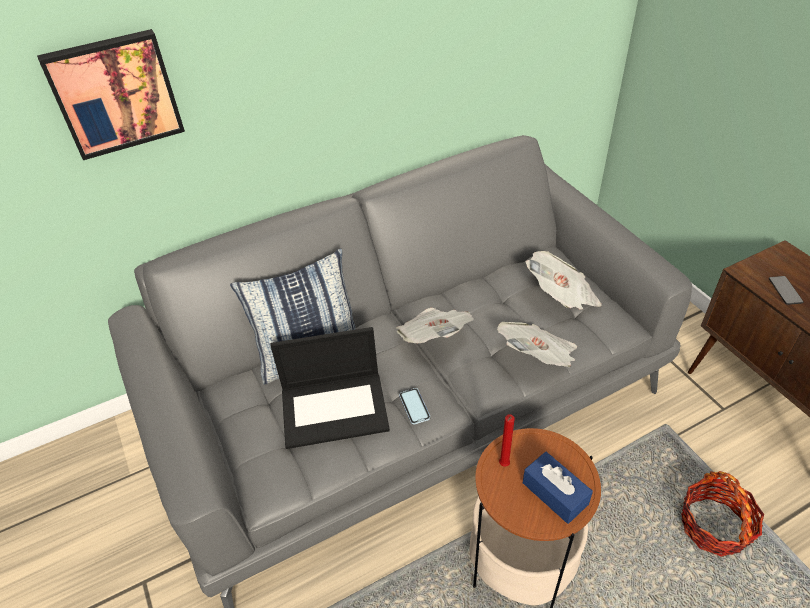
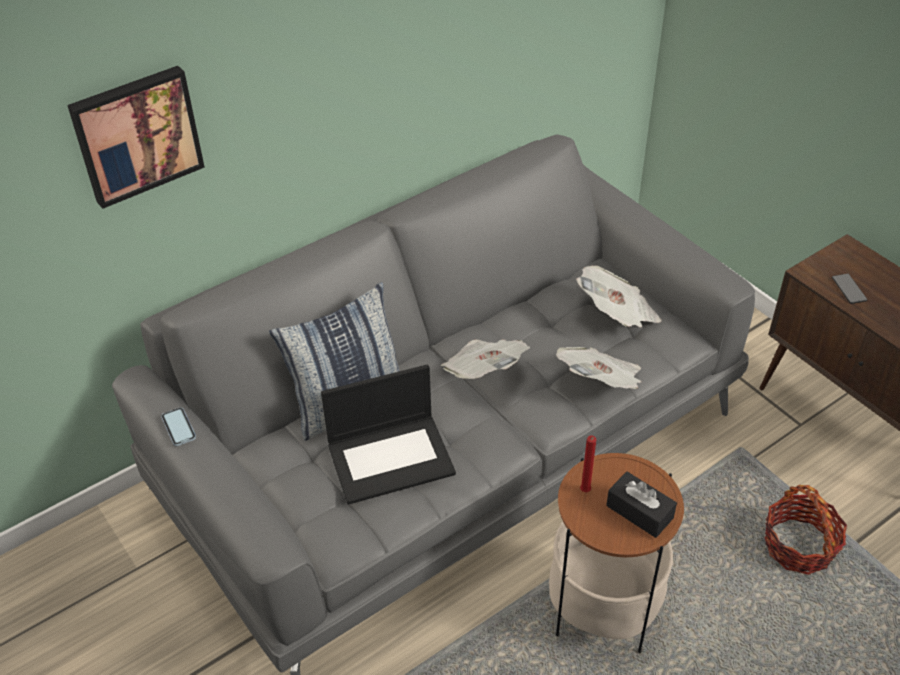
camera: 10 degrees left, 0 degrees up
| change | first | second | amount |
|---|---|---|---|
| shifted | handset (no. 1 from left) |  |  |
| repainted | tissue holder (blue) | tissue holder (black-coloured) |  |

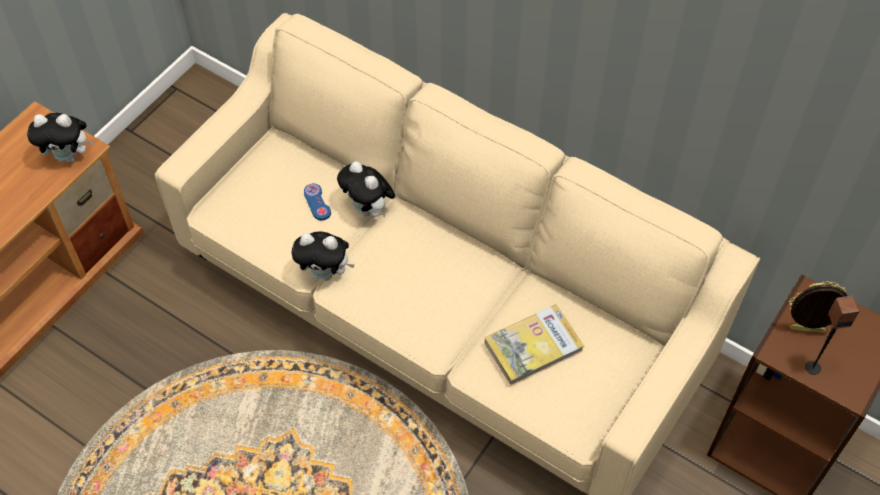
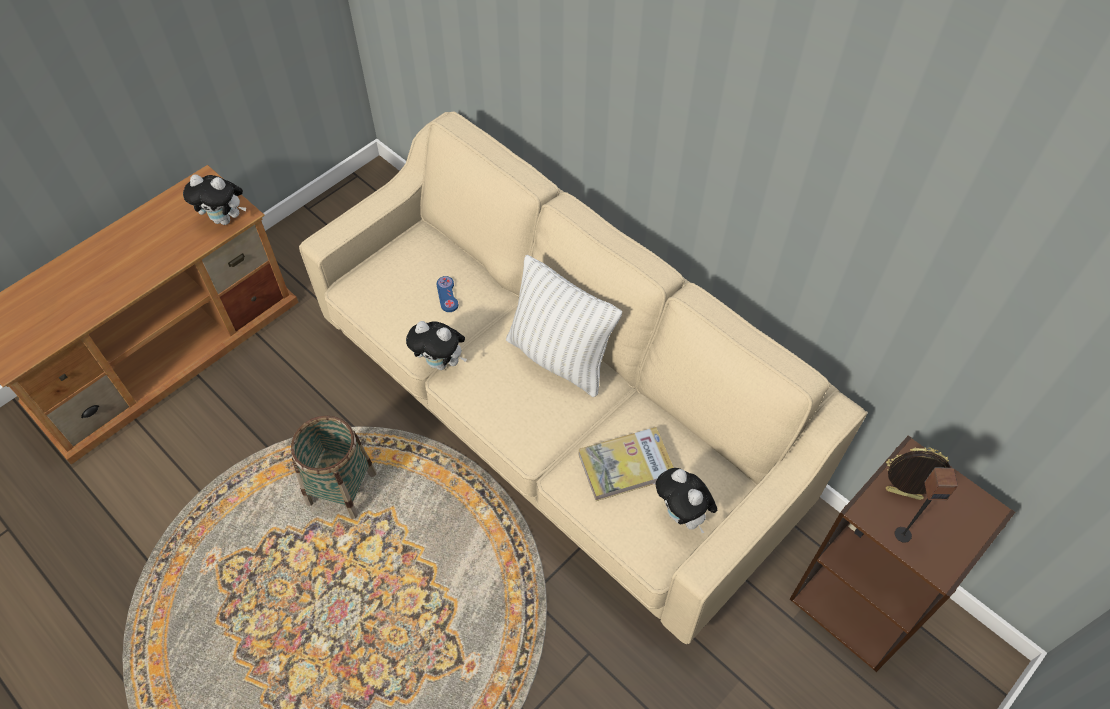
camera: 10 degrees right, 0 degrees up
| change | first | second | amount |
|---|---|---|---|
| new |  | storage basket |  |
| new |  | cushion (whitish) |  |
| shifted | plush toy (no. 3 from left) |  |  |

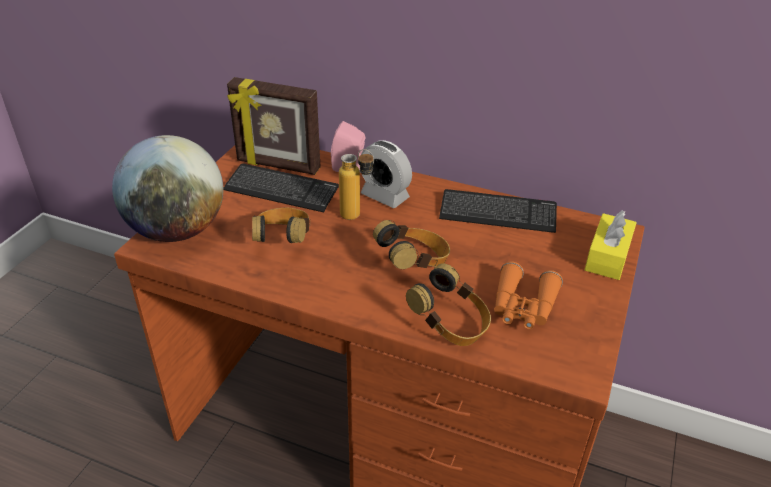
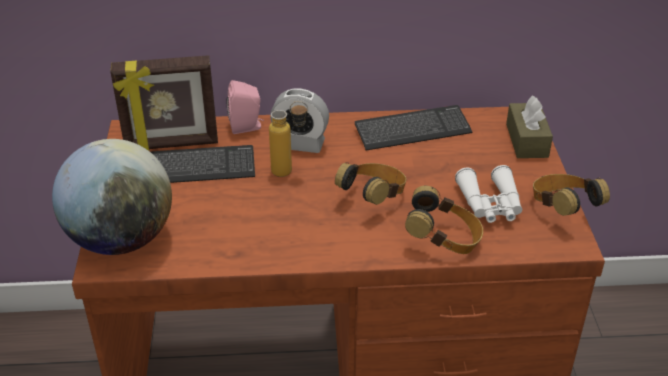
camera: 25 degrees left, 0 degrees up
| change | first | second | amount |
|---|---|---|---|
| shifted | headset (no. 1 from left in the first image) | headset (no. 3 from left) |  |
| repainted | field glasses (orangey) | field glasses (whitish) |  |
| repainted | tissue holder (yellowish) | tissue holder (brownish) |  |

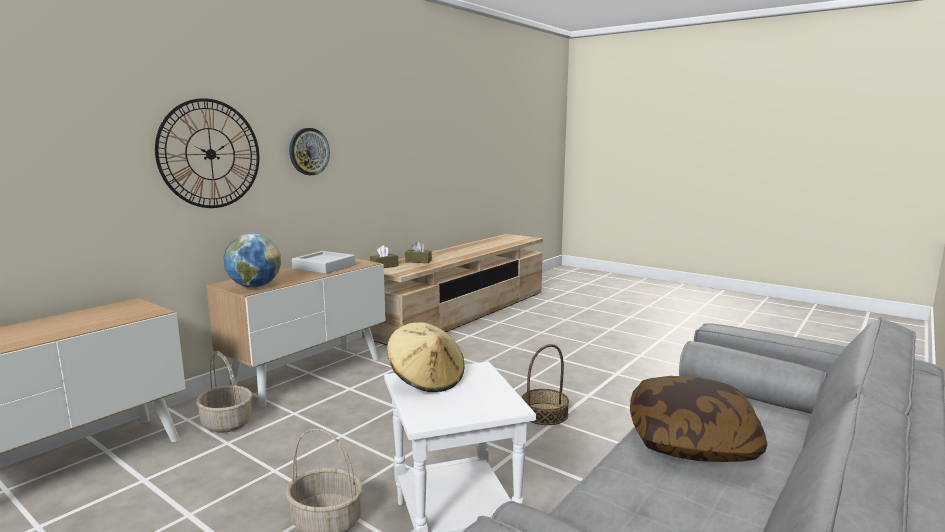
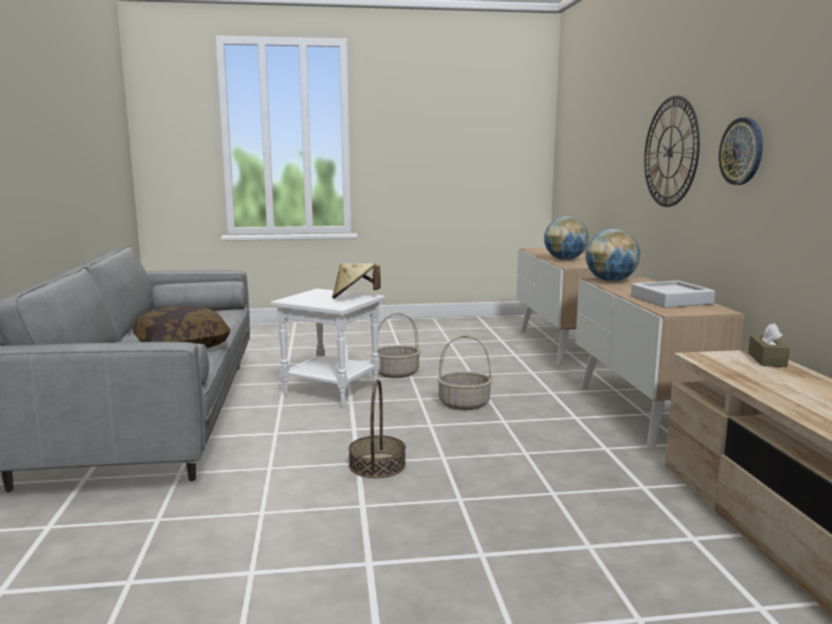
camera: 135 degrees right, 0 degrees up
| change | first | second | amount |
|---|---|---|---|
| gone | tissue holder (brownish) (no. 2 from left) |  |  |
| new |  | world globe (no. 1 from left) |  |
| shifted | storage basket (no. 1 from left in the first image) | storage basket (no. 3 from left) |  |

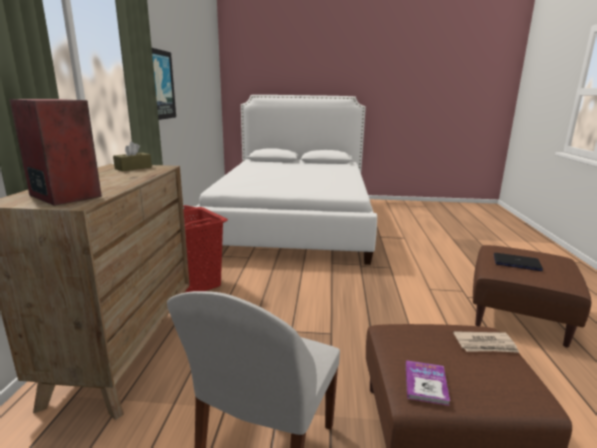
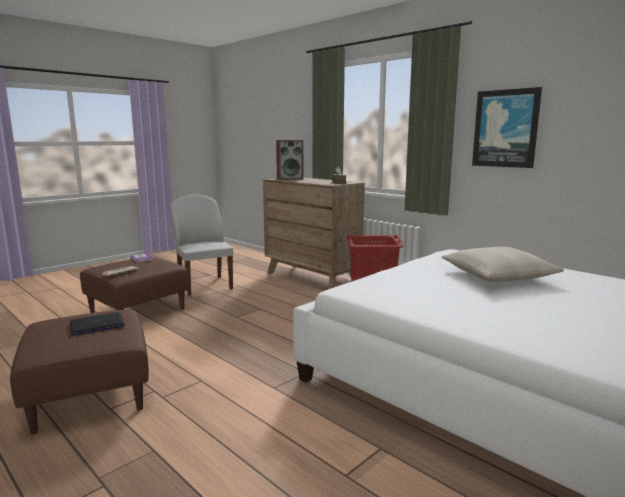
camera: 130 degrees right, 5 degrees down
| change | first | second | amount |
|---|---|---|---|
| new |  | cushion (beige-coloured) |  |

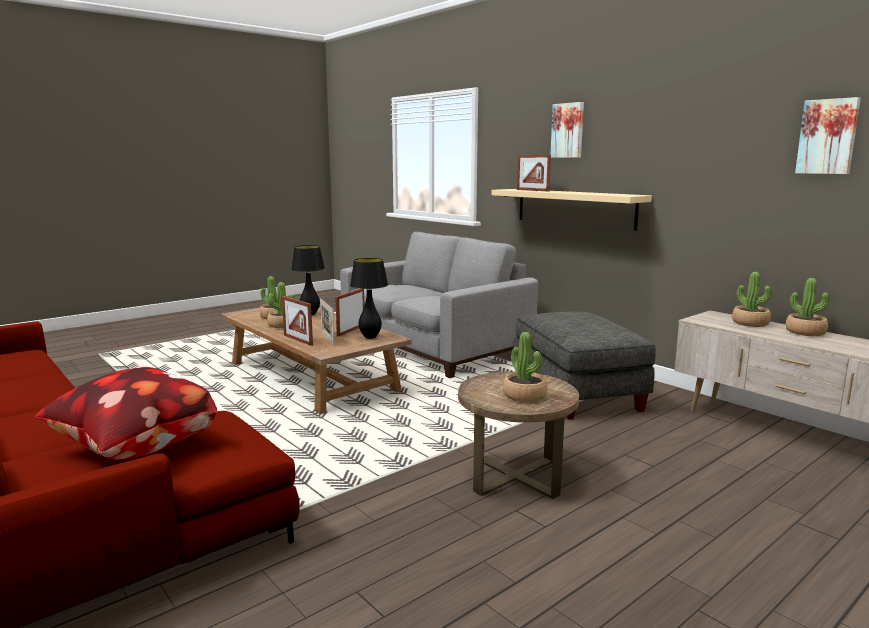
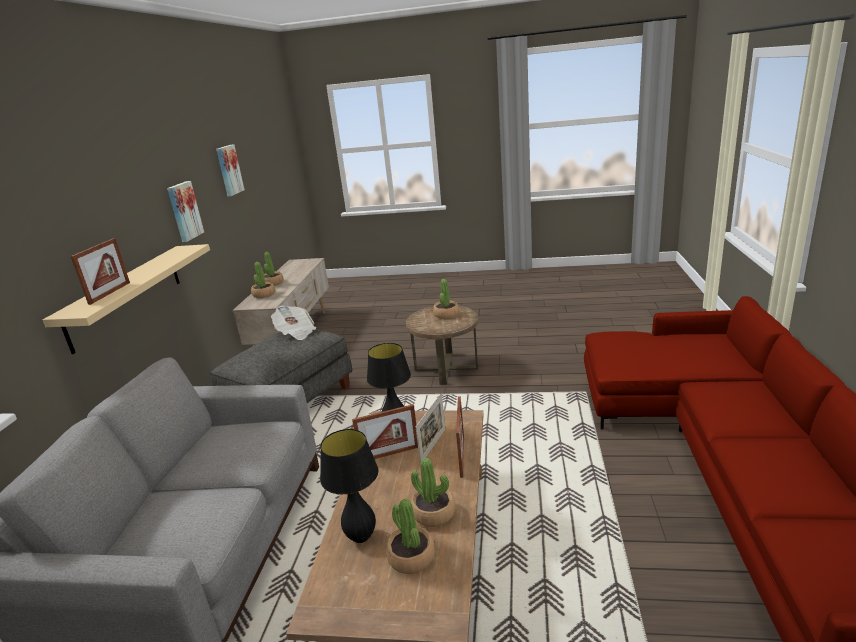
camera: 130 degrees left, 10 degrees up
| change | first | second | amount |
|---|---|---|---|
| gone | cushion |  |  |
| new |  | newspaper |  |
| shifted | wall picture (no. 1 from left) |  |  |

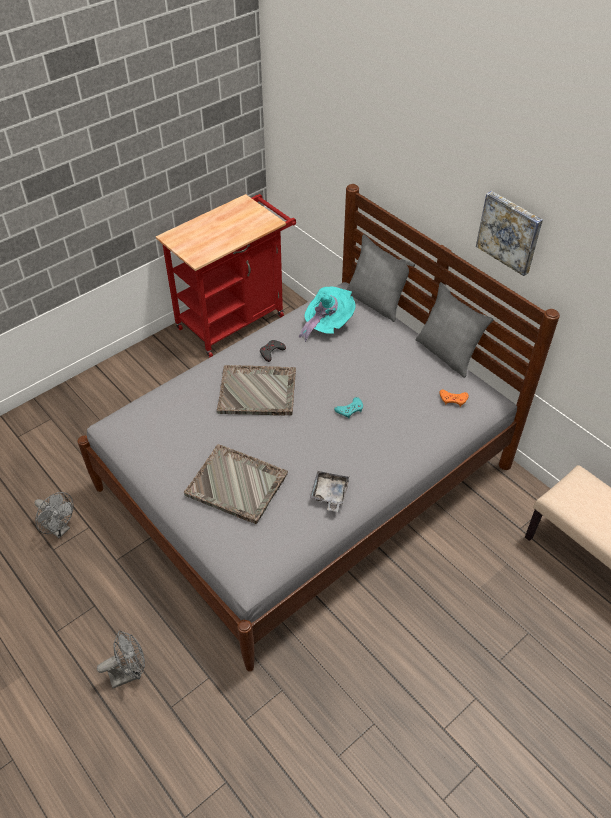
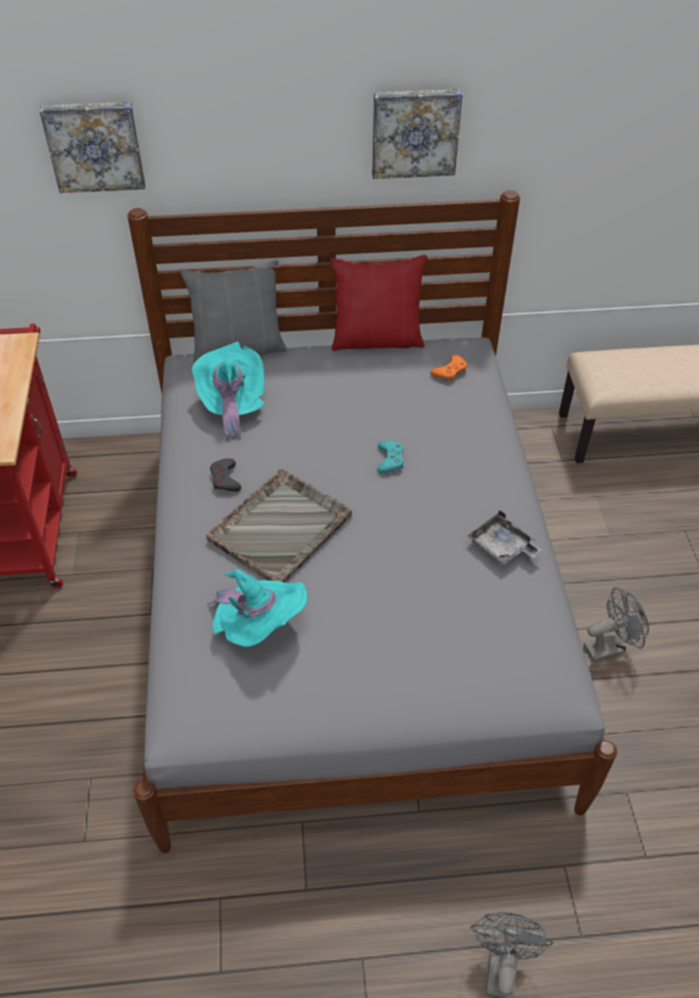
camera: 55 degrees left, 0 degrees up
| change | first | second | amount |
|---|---|---|---|
| gone | serving tray (gray) (no. 1 from left) |  |  |
| new |  | wall picture (no. 1 from left) |  |
| new |  | hat (blue-green) (no. 2 from left) |  |
| shifted | fan (gray) (no. 1 from left in the first image) | fan (gray) (no. 2 from left) |  |
| repainted | cushion (gray) (no. 2 from left) | cushion (red) |  |

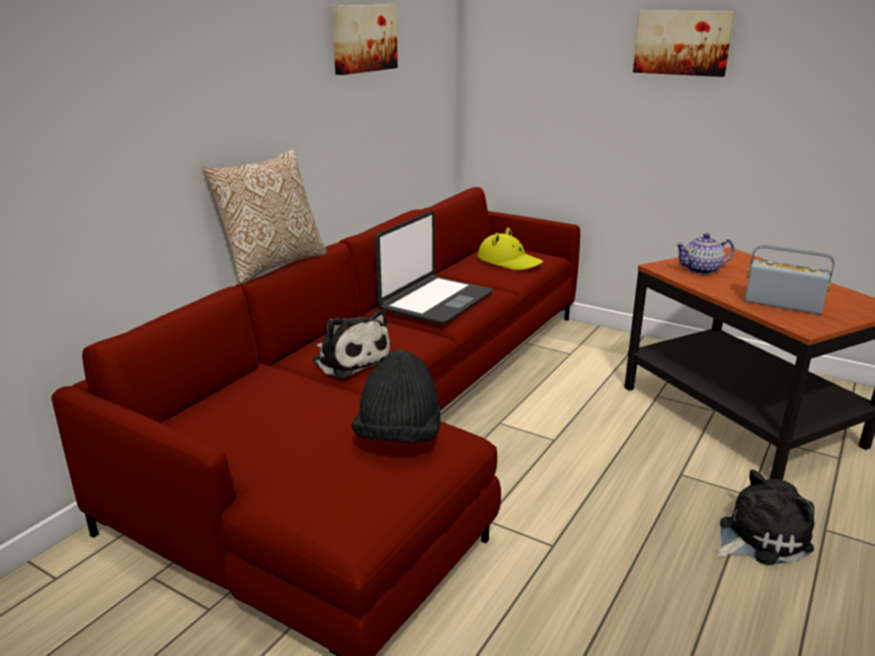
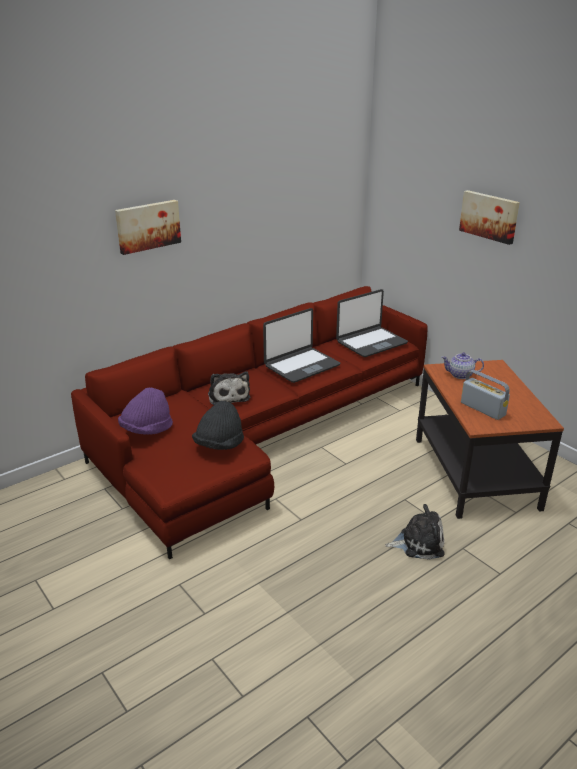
camera: 20 degrees right, 5 degrees up
| change | first | second | amount |
|---|---|---|---|
| gone | cushion |  |  |
| new |  | hat (purple-coloured) |  |
| shifted | wall picture (no. 1 from left) |  |  |
| swapped | hat (yellowish) | notebook computer (no. 2 from left) |  |

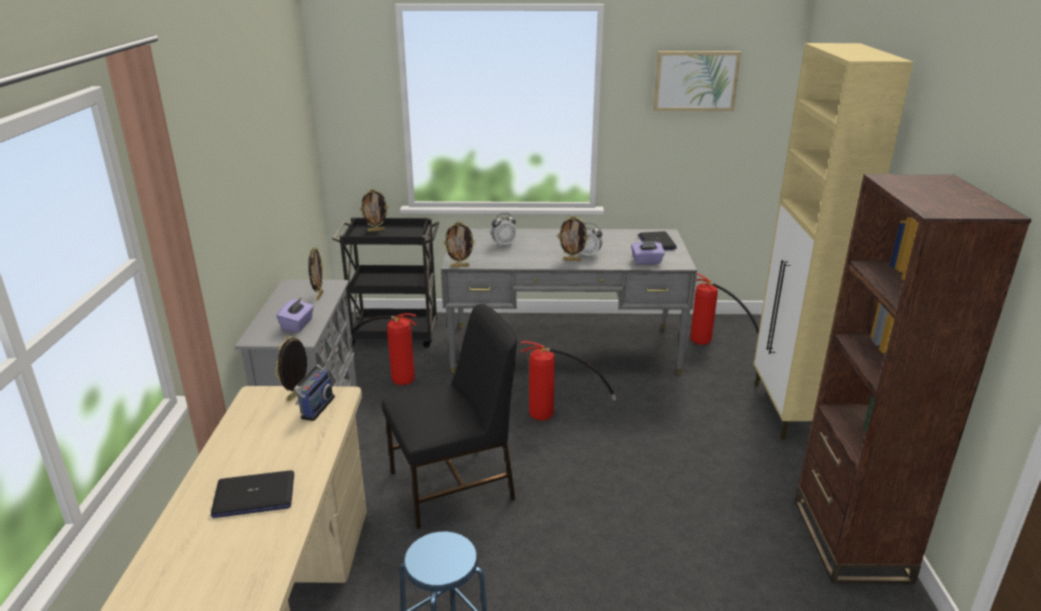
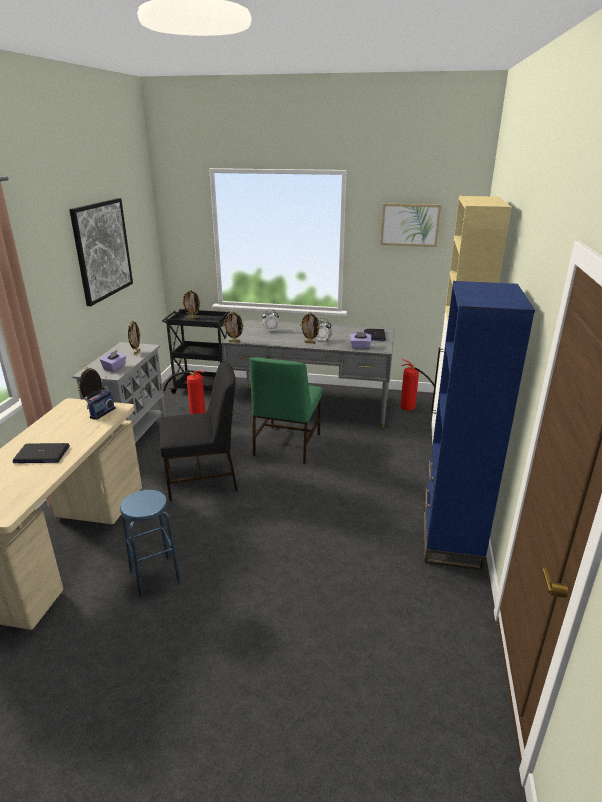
camera: 10 degrees right, 0 degrees up
| change | first | second | amount |
|---|---|---|---|
| new |  | wall picture (no. 1 from left) |  |
| swapped | extinguisher (no. 2 from left) | plain chair (green-coloured) |  |
| repainted | bookshelf (brownish) | bookshelf (blue) |  |

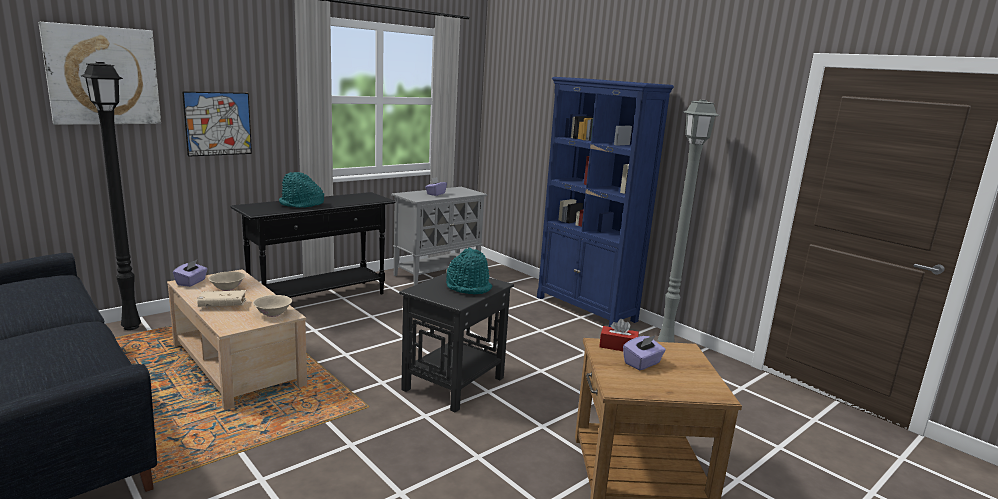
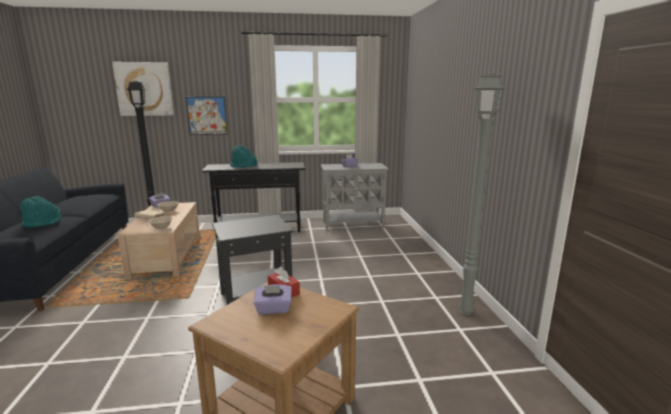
camera: 35 degrees right, 0 degrees up
| change | first | second | amount |
|---|---|---|---|
| gone | bookshelf (blue) |  |  |
| shifted | hat (blue-green) (no. 2 from left in the first image) | hat (blue-green) (no. 1 from left) |  |

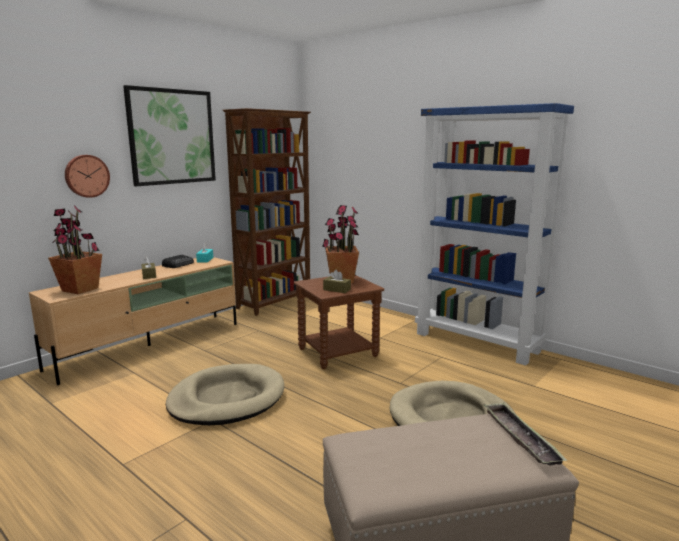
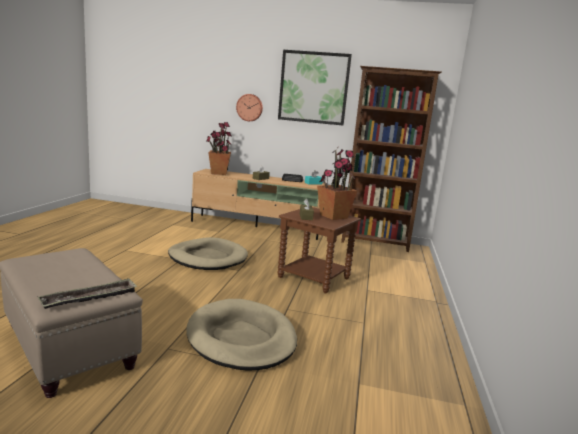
camera: 60 degrees right, 0 degrees up
| change | first | second | amount |
|---|---|---|---|
| gone | bookshelf (blue) |  |  |

